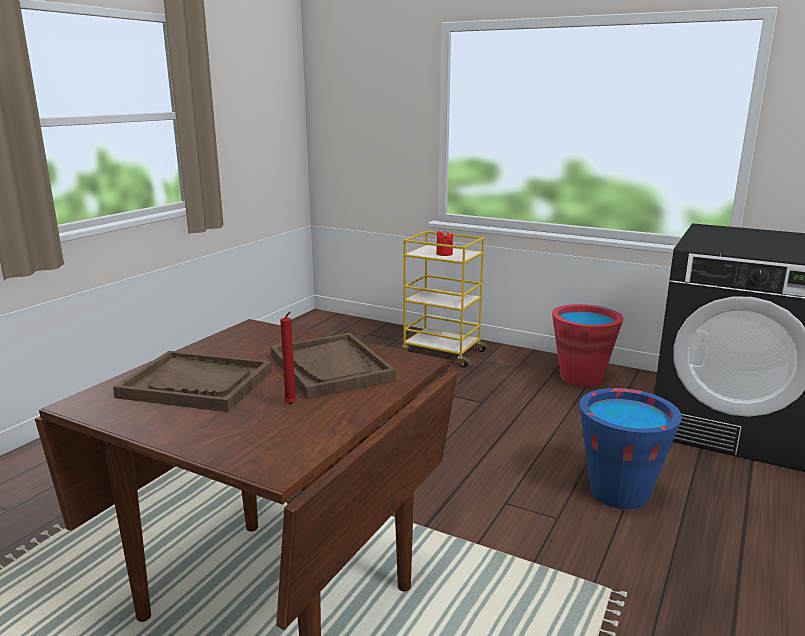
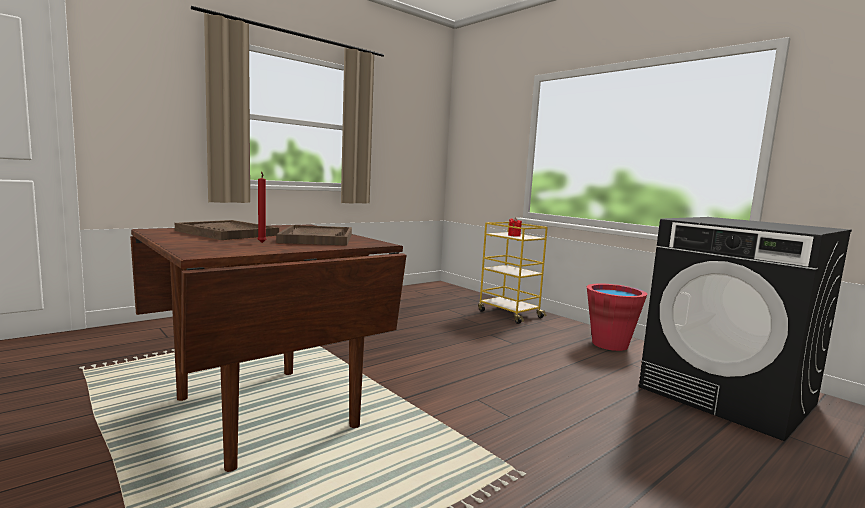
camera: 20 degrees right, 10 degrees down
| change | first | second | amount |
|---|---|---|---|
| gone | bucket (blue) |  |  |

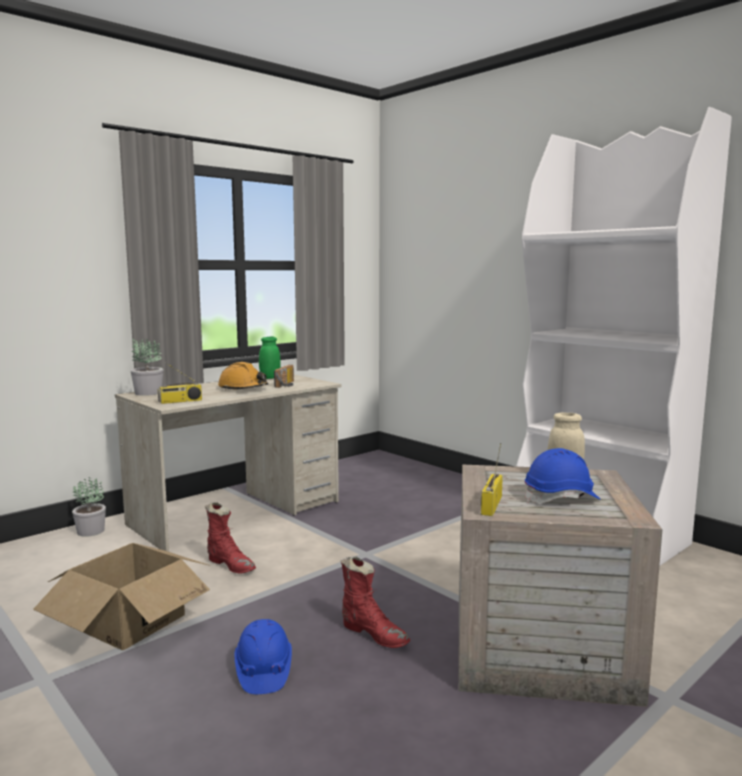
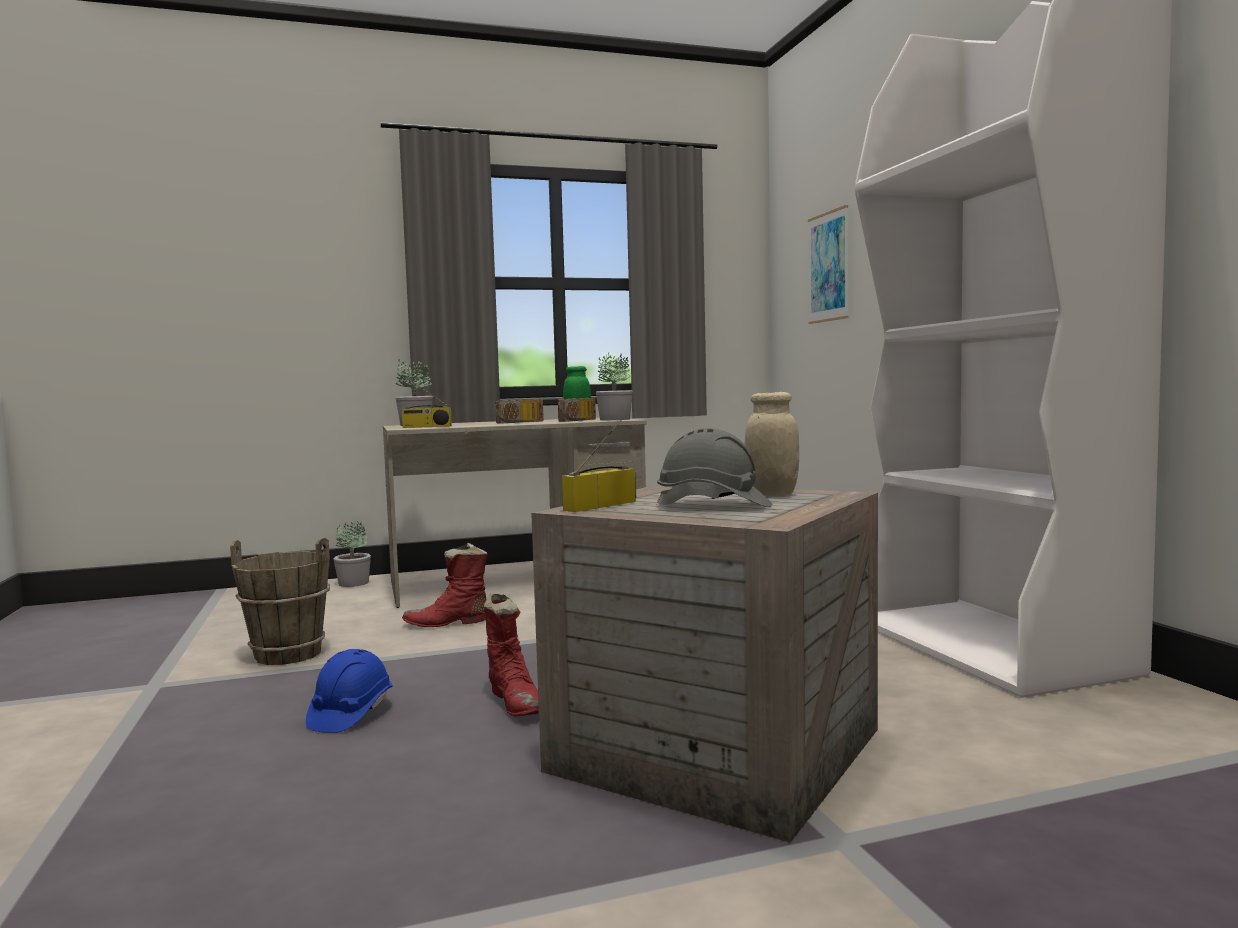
camera: 25 degrees right, 5 degrees down
| change | first | second | amount |
|---|---|---|---|
| new |  | plant in a pot (no. 3 from left) |  |
| new |  | wall picture |  |
| swapped | carton | bucket (brownish) |  |
| swapped | work helmet (orangey) | radio set (no. 2 from left) |  |
| repainted | work helmet (blue) (no. 2 from left) | work helmet (gray) |  |
| rotated | tall boot (red) (no. 1 from left) |  | 105 degrees clockwise |

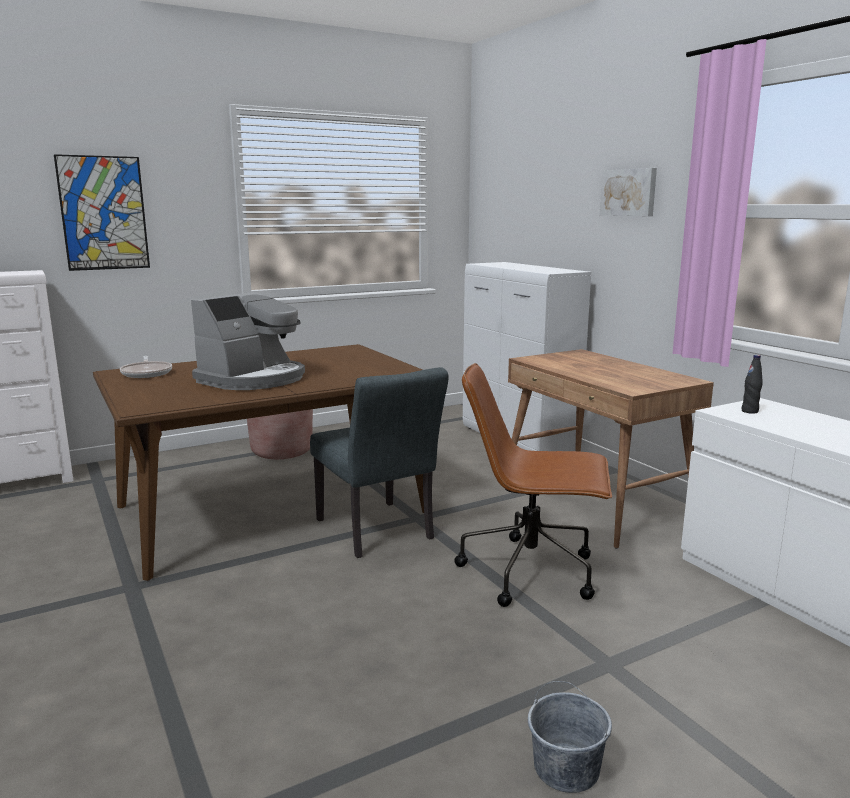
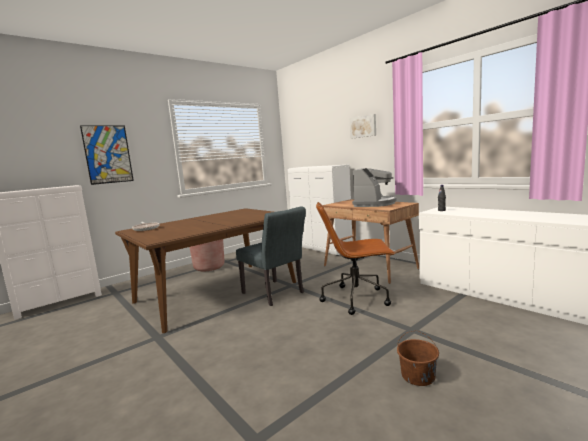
camera: 10 degrees left, 5 degrees down
| change | first | second | amount |
|---|---|---|---|
| shifted | coffee machine |  |  |
| repainted | bucket (gray) | bucket (brownish) |  |

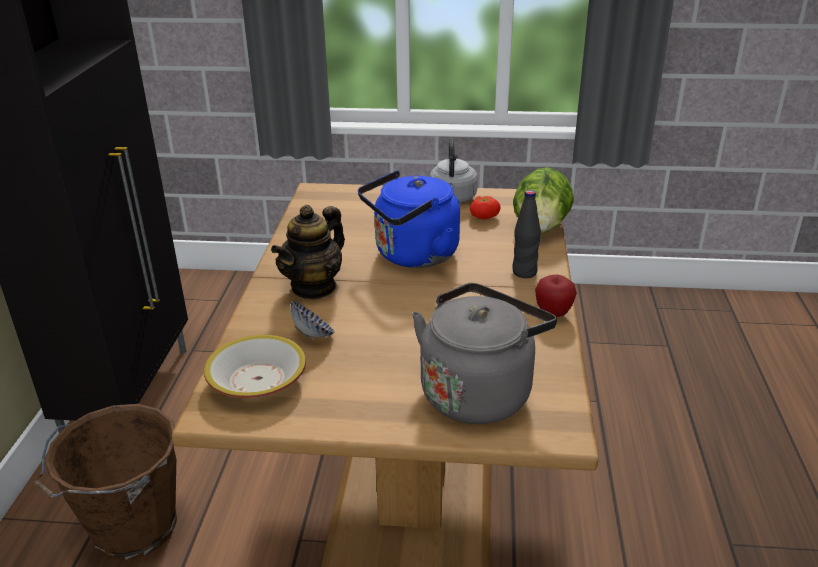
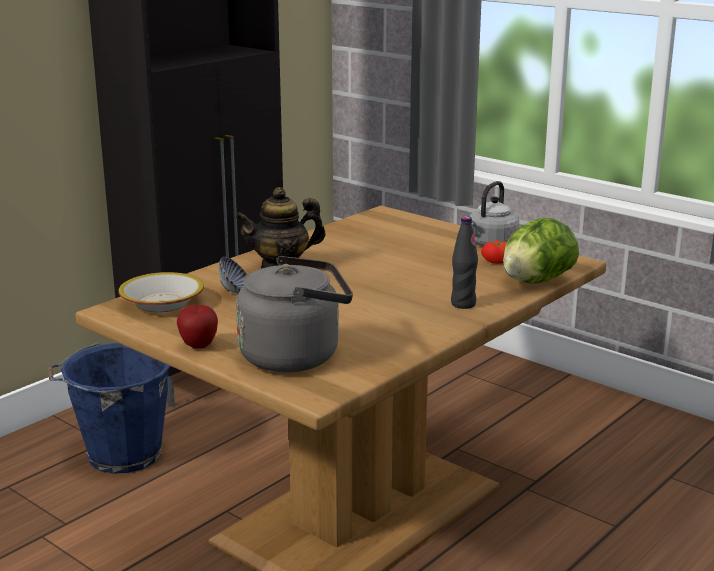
camera: 35 degrees right, 10 degrees down
| change | first | second | amount |
|---|---|---|---|
| gone | water kettle (blue) |  |  |
| shifted | whole apple |  |  |
| repainted | bucket (brownish) | bucket (blue) |  |

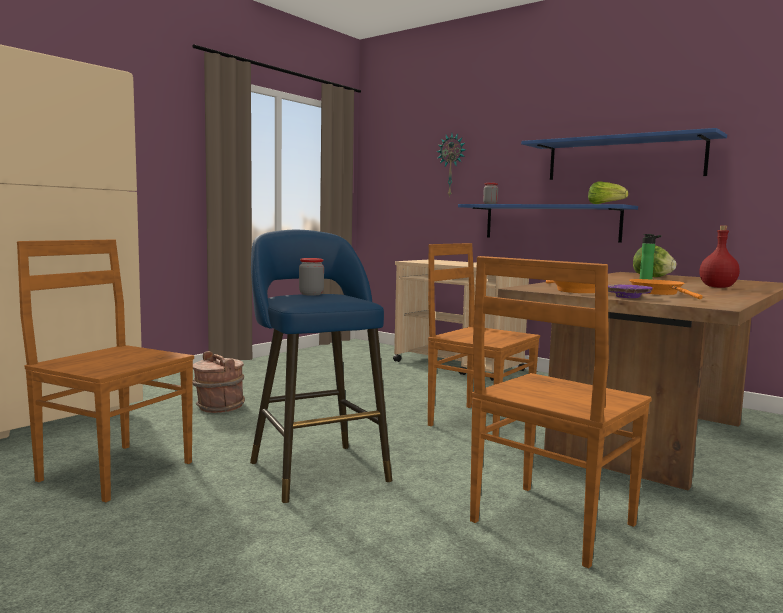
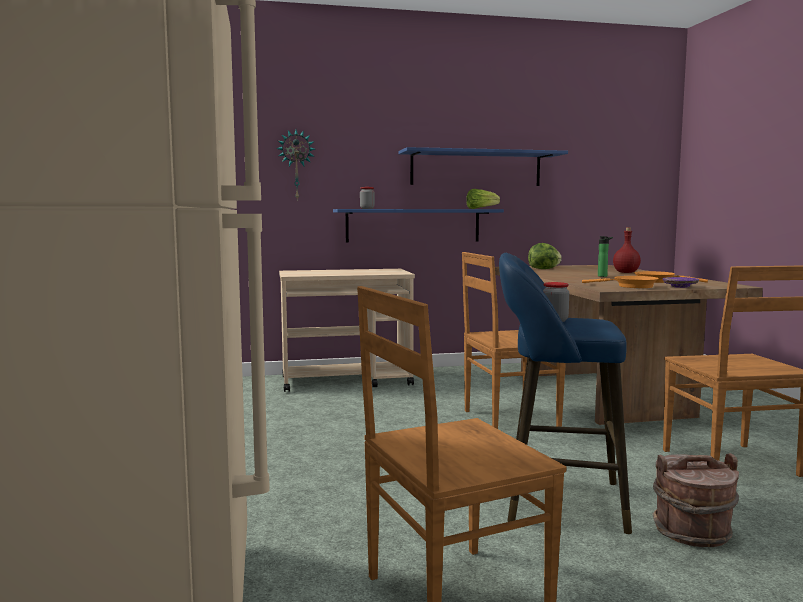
camera: 50 degrees left, 0 degrees up
| change | first | second | amount |
|---|---|---|---|
| shifted | bucket (brownish) |  |  |

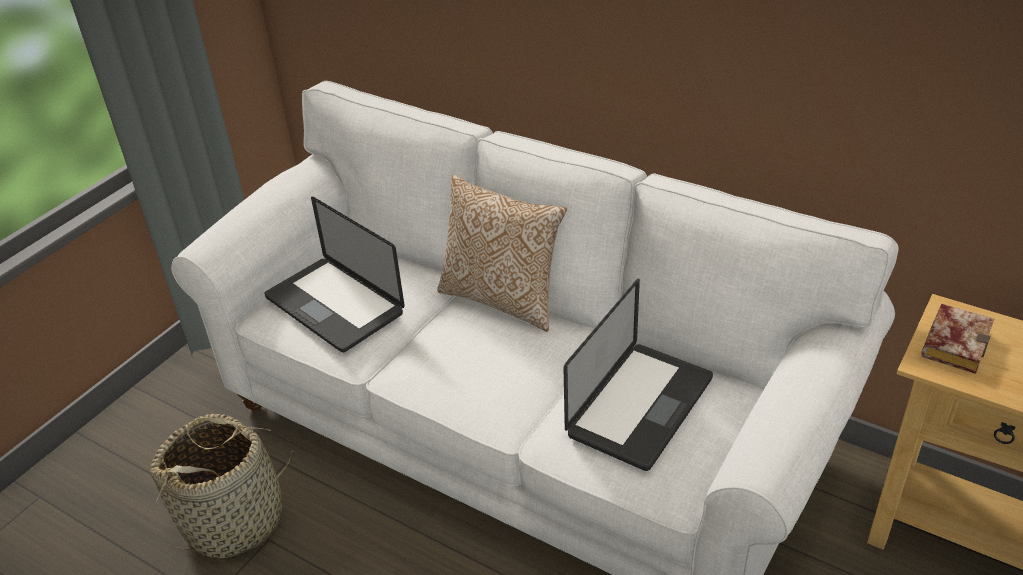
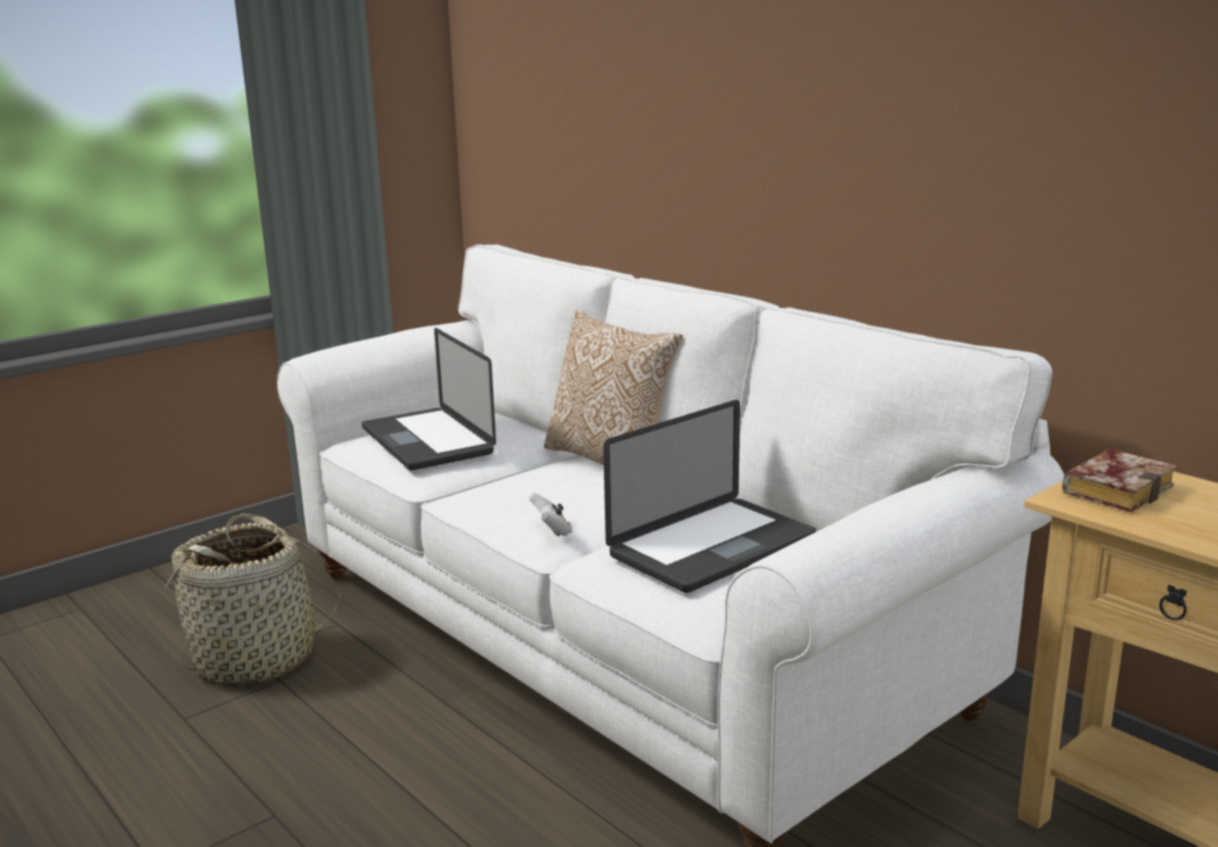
camera: 15 degrees right, 20 degrees down
| change | first | second | amount |
|---|---|---|---|
| new |  | joypad (whitish) |  |

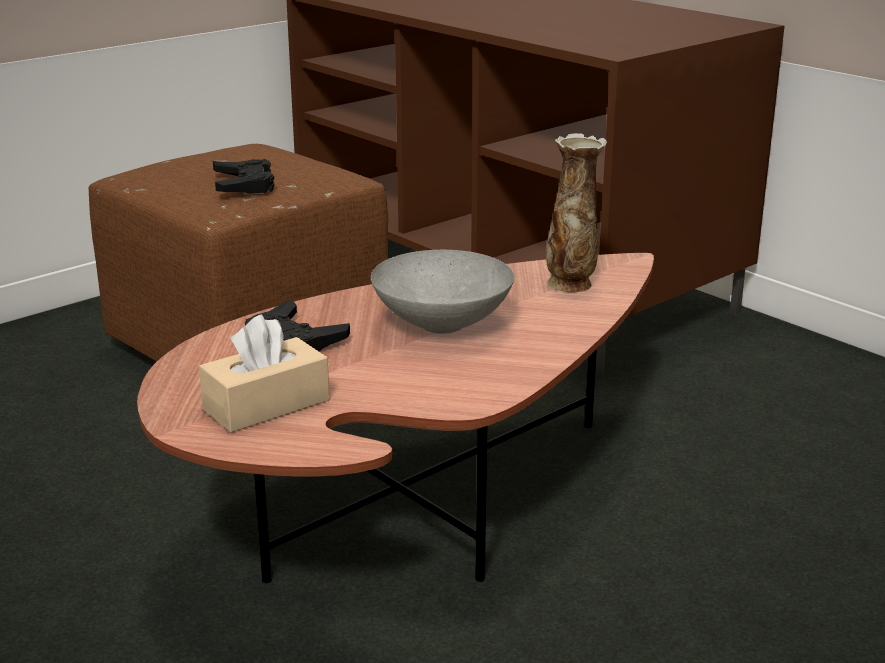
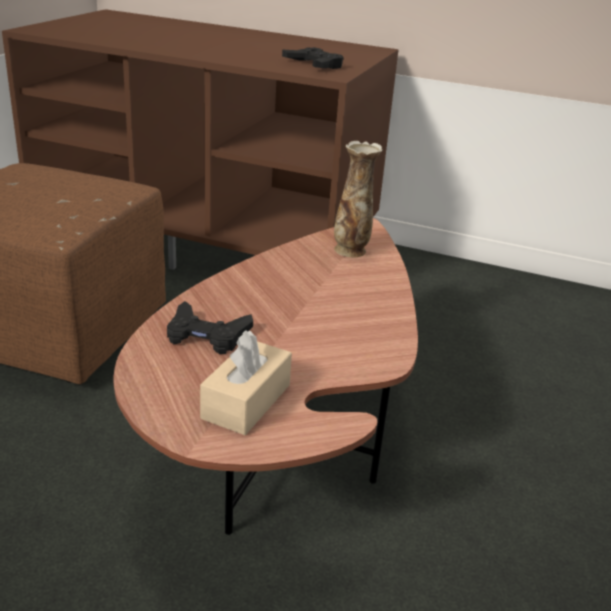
camera: 30 degrees left, 5 degrees up
| change | first | second | amount |
|---|---|---|---|
| gone | serving bowl (gray) |  |  |
| shifted | joypad (black-coloured) (no. 1 from left in the first image) | joypad (black-coloured) (no. 2 from left) |  |

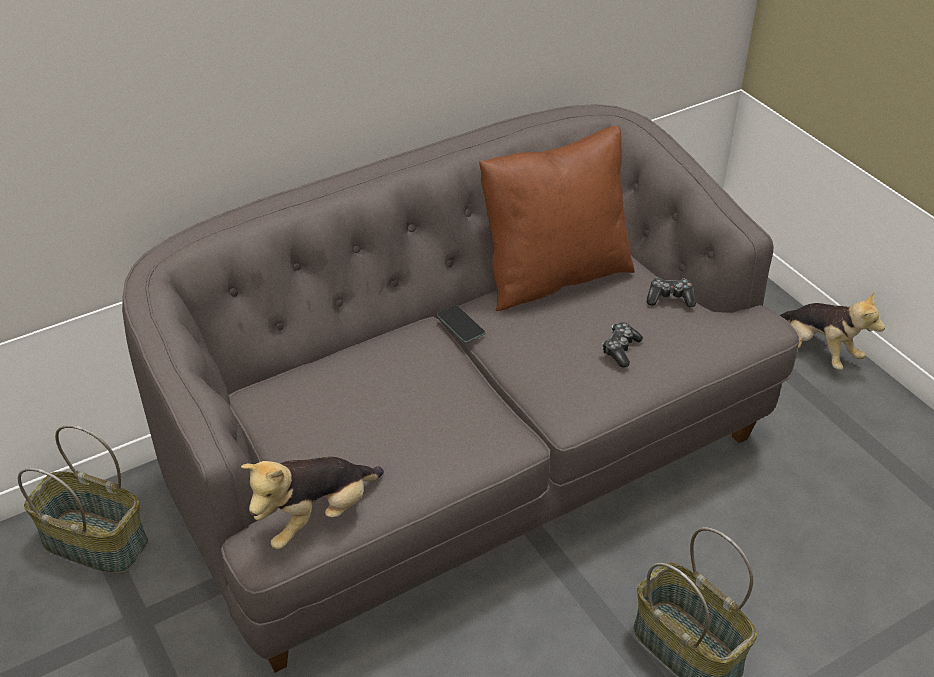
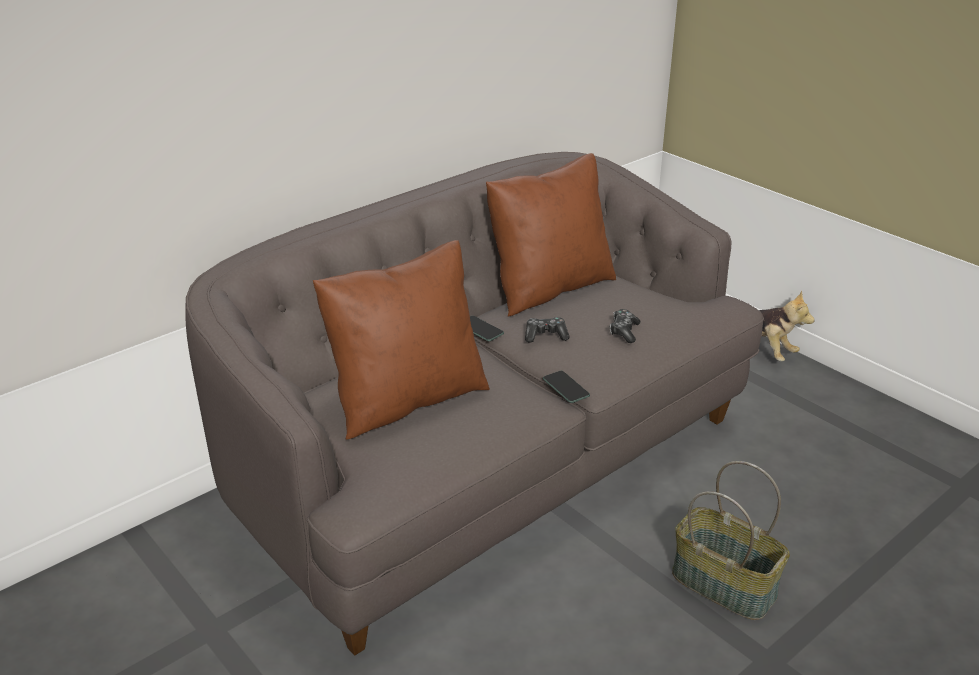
camera: 10 degrees left, 10 degrees down
| change | first | second | amount |
|---|---|---|---|
| gone | storage basket (no. 1 from left) |  |  |
| gone | plush toy (no. 1 from left) |  |  |
| new |  | cushion (brownish) (no. 1 from left) |  |
| new |  | handset (no. 2 from left) |  |
| shifted | joypad (no. 2 from left in the first image) | joypad (no. 1 from left) |  |

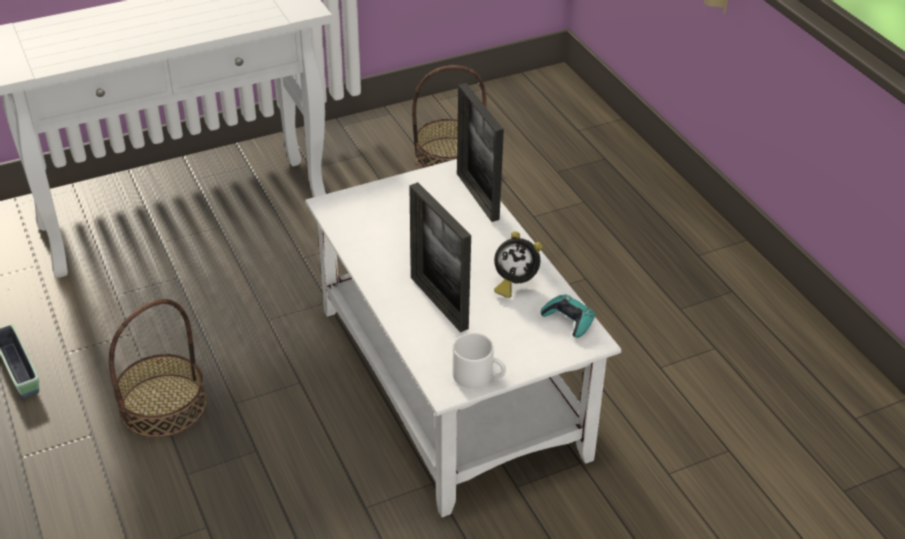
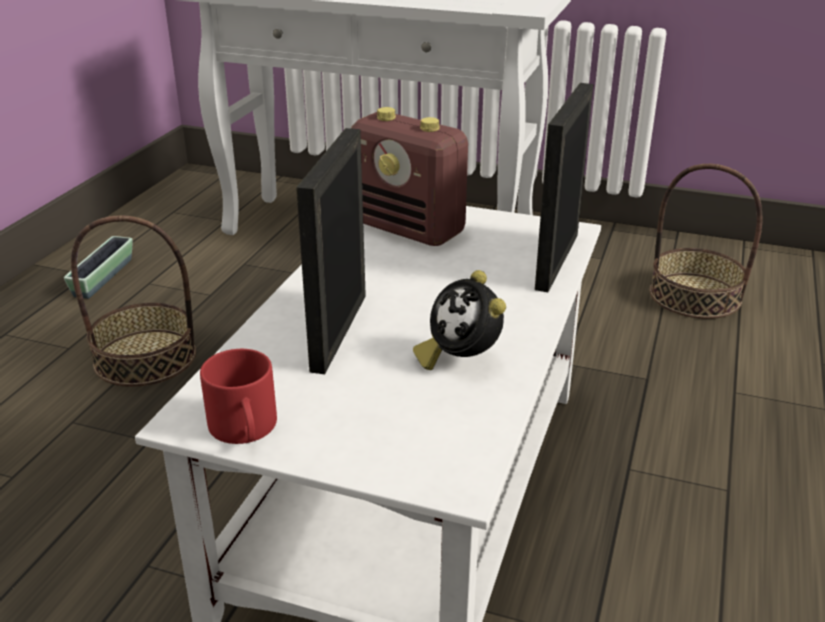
camera: 45 degrees right, 10 degrees down
| change | first | second | amount |
|---|---|---|---|
| gone | joypad (blue-green) |  |  |
| new |  | radio set |  |
| repainted | coffee mug (whitish) | coffee mug (red) |  |

